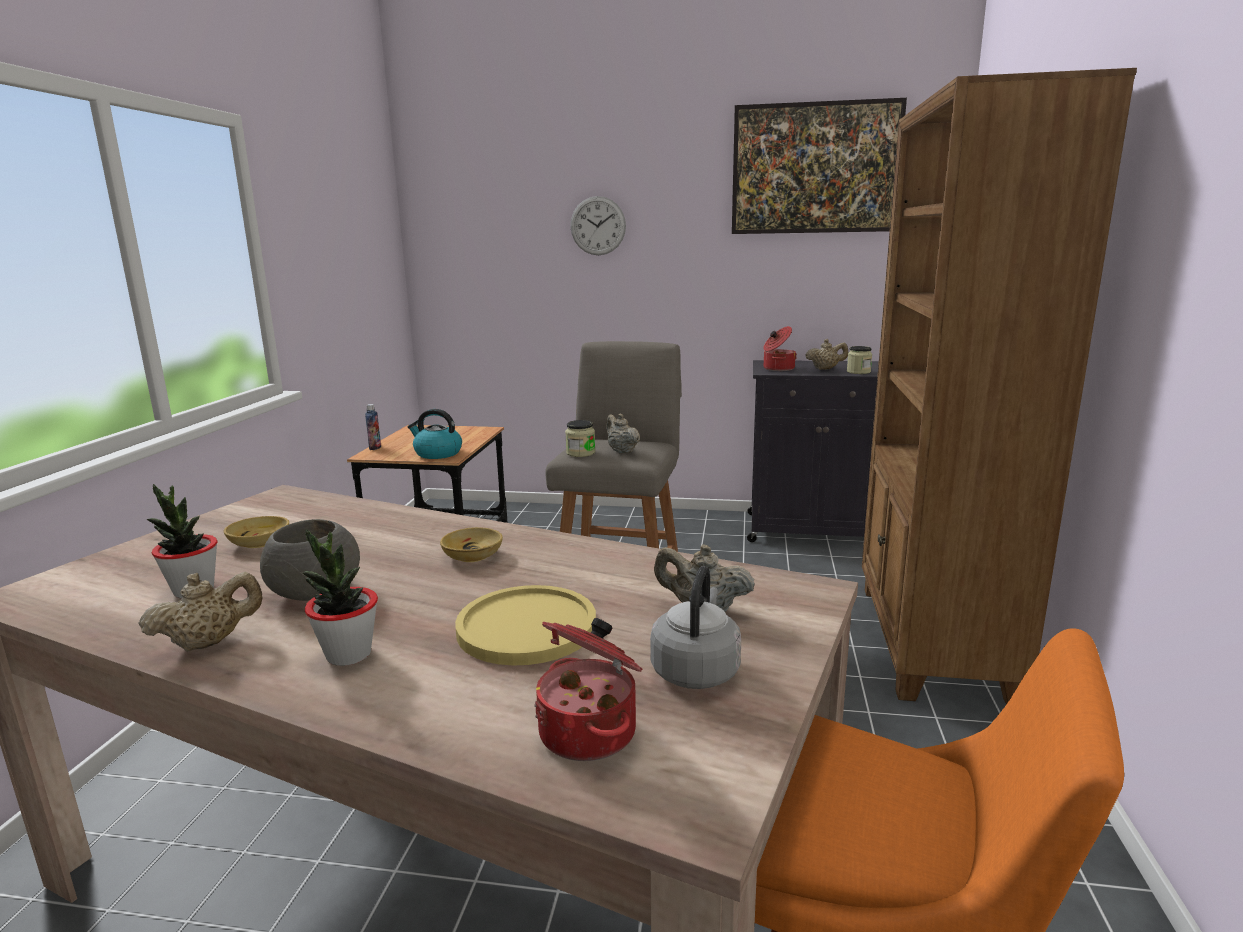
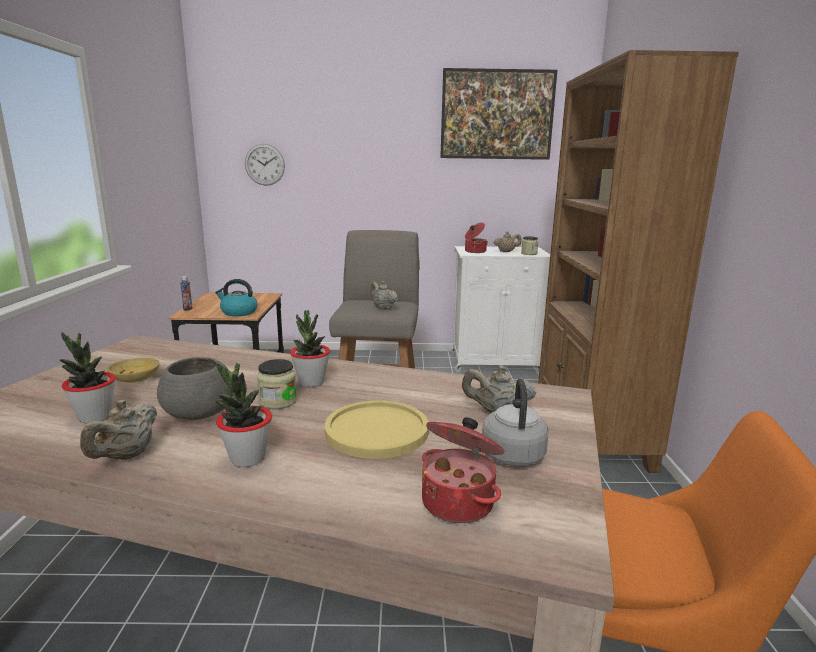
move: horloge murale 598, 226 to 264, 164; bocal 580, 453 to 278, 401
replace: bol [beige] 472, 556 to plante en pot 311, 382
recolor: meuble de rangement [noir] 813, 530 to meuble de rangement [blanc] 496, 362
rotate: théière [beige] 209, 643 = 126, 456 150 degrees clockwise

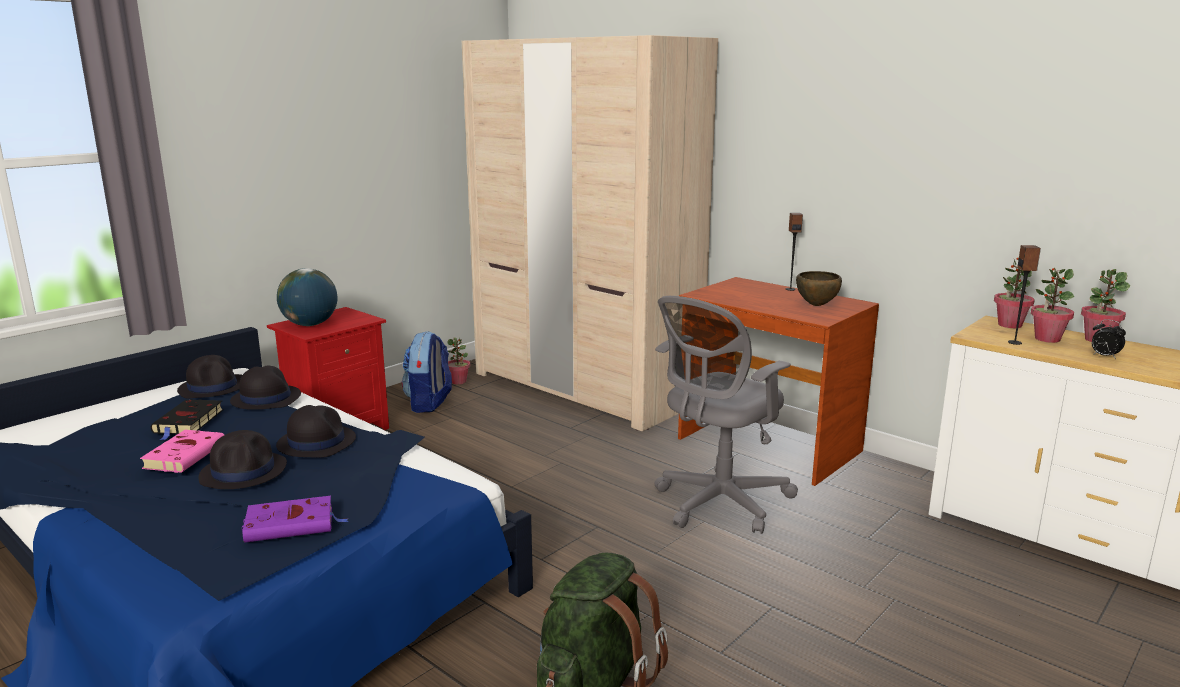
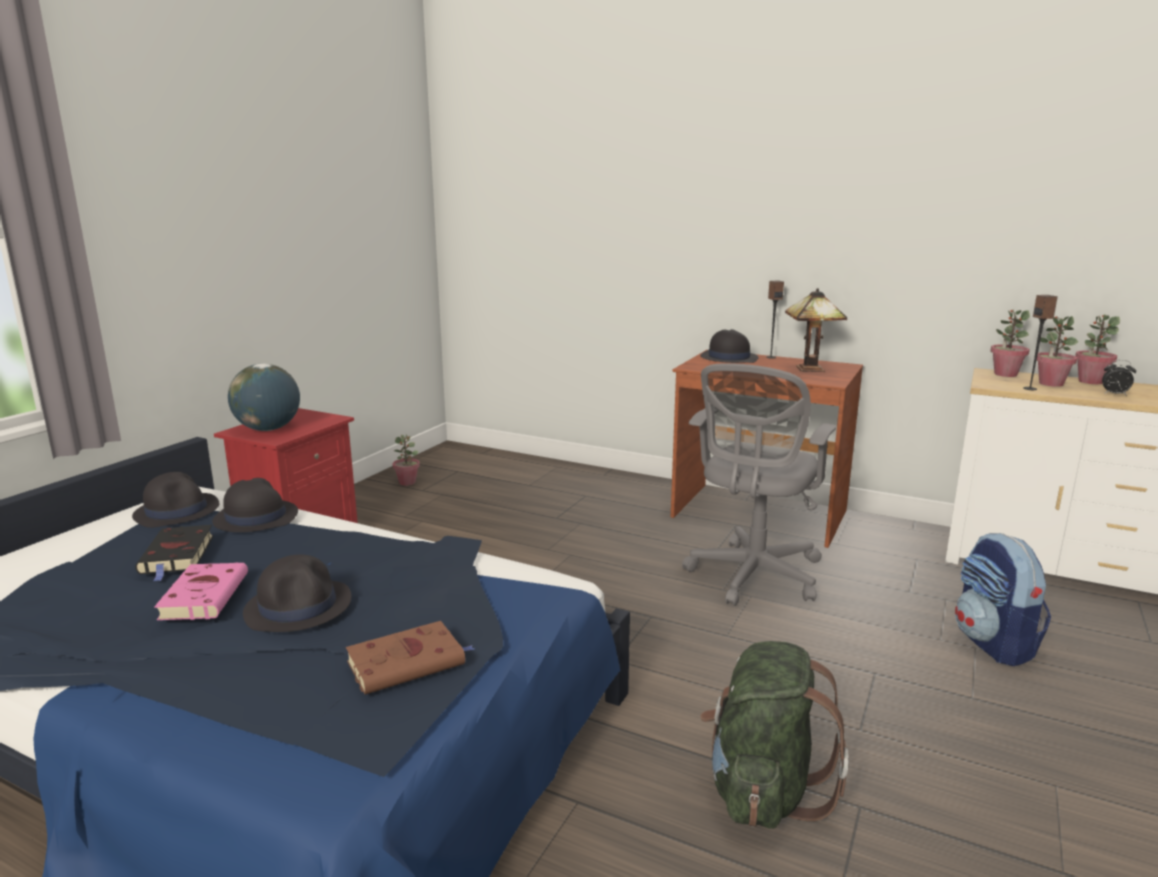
delete: armoire [beige] 583, 388
move: sac à dos 429, 404 to 993, 644; chapeau [noir] 316, 442 to 728, 358
replace: bol [marron] 817, 305 to lampe de table 812, 369
recolor: livre [violet] 292, 524 to livre [marron] 409, 662

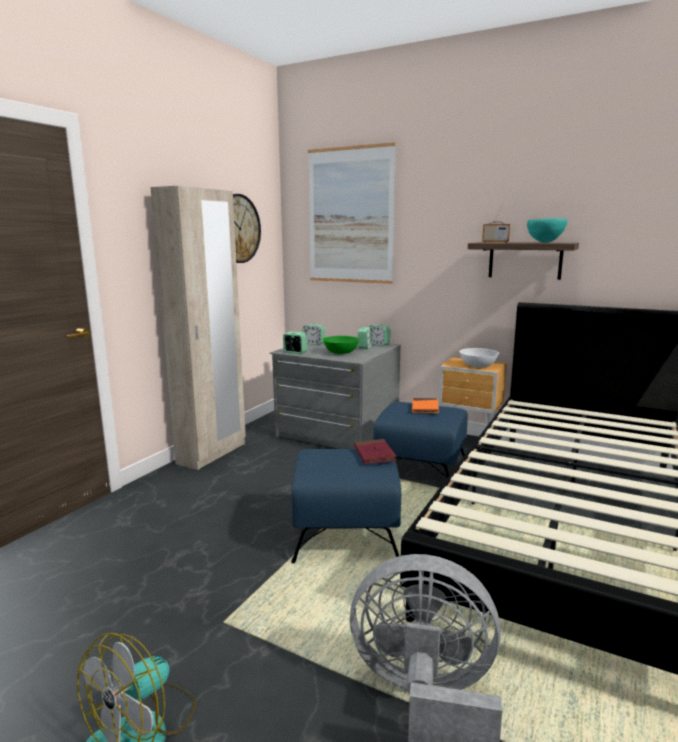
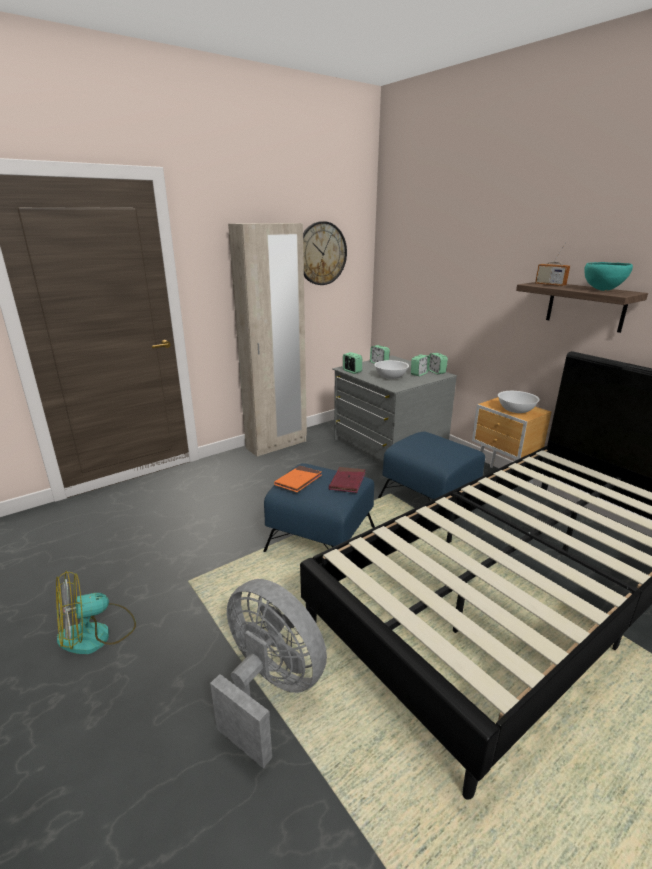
delete: tableau 350, 216
move: livre [orange] 425, 408 to 298, 481
recolor: bol [vert] 340, 352 to bol [blanc] 390, 377

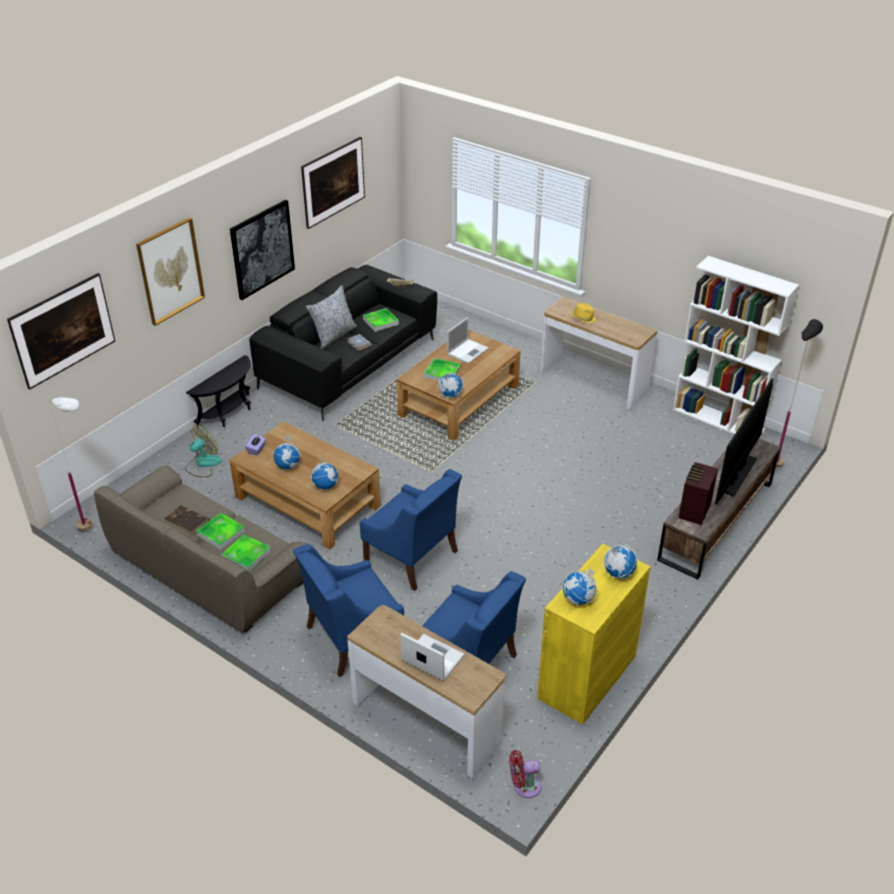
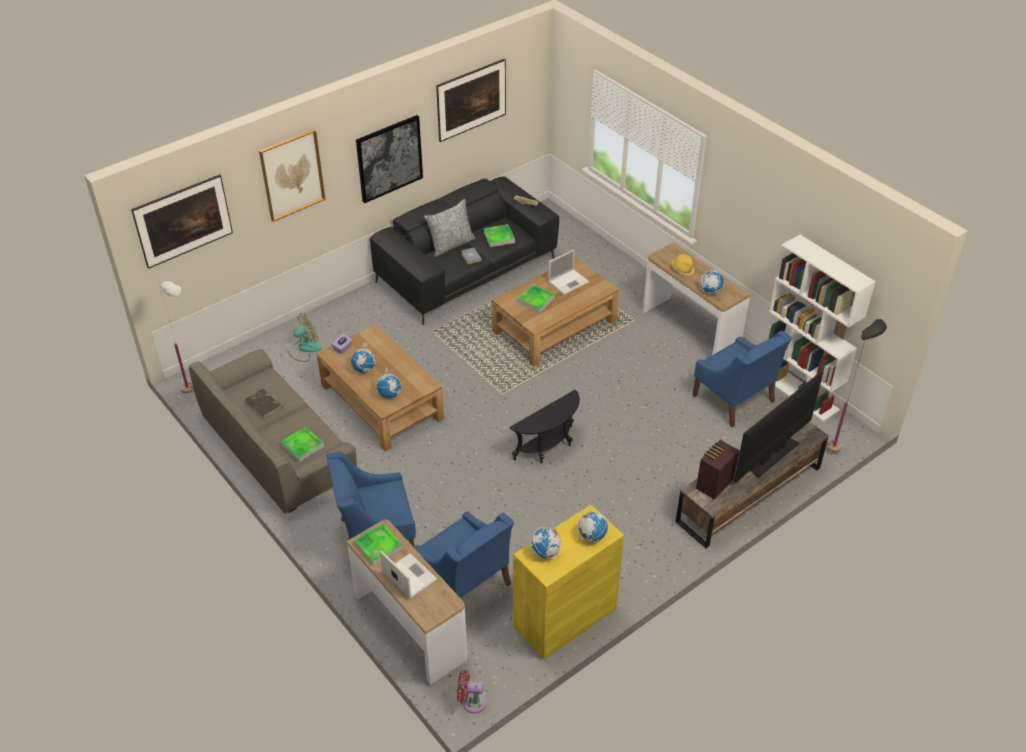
move: table d'appoint [noir] 229, 414 to 548, 447; globe 450, 395 to 710, 291; fauteuil [bleu] 411, 557 to 734, 399; plateau 221, 533 to 378, 546

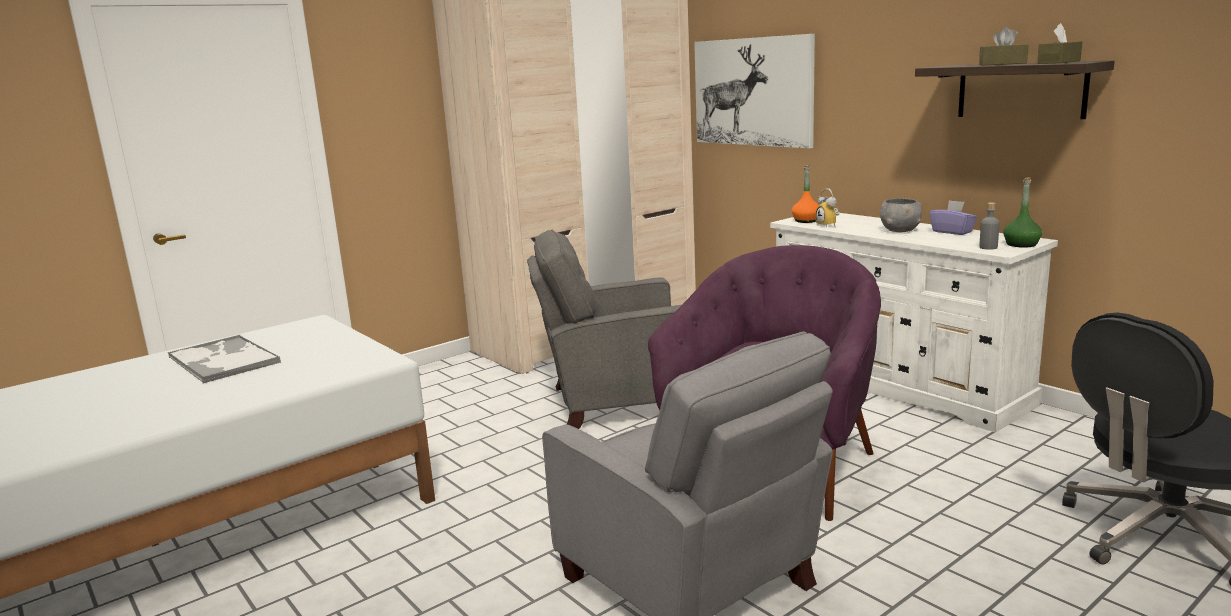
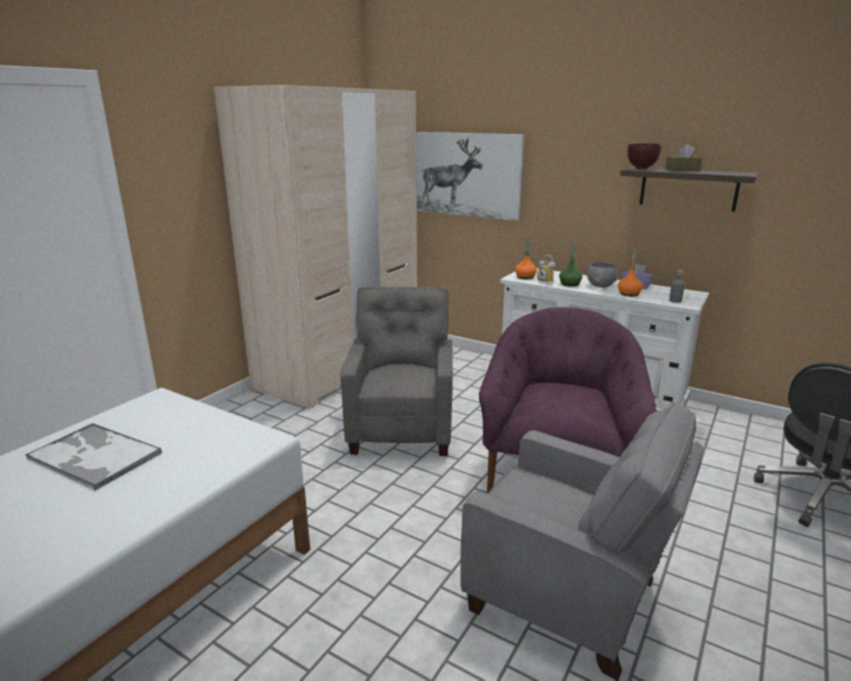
delete: boîte à mouchoirs [marron] 1058, 62
insert: bol [marron] 642, 169; bouteille [orange] 629, 294
move: bouteille [vert] 1021, 244 to 569, 284
rotate: fauteuil [gris] 615, 401 = 402, 428 120 degrees clockwise

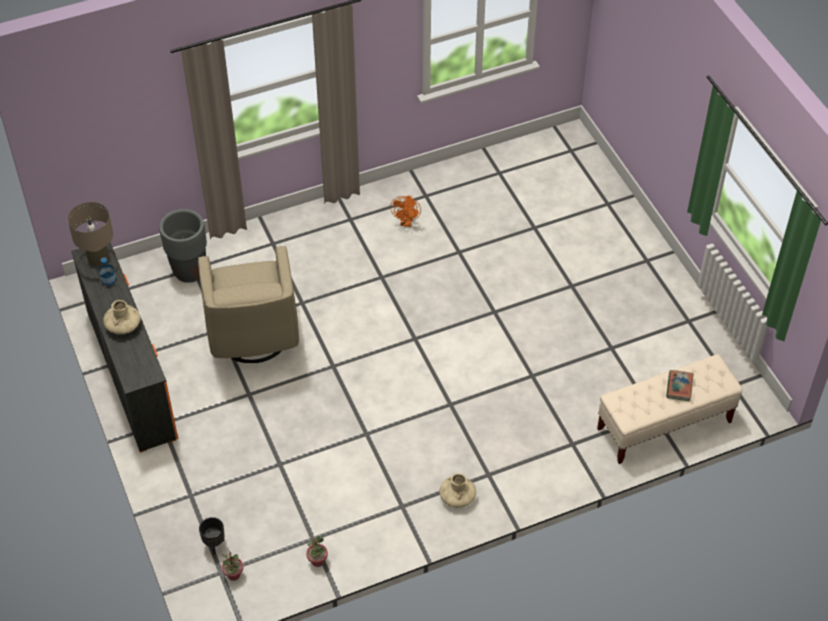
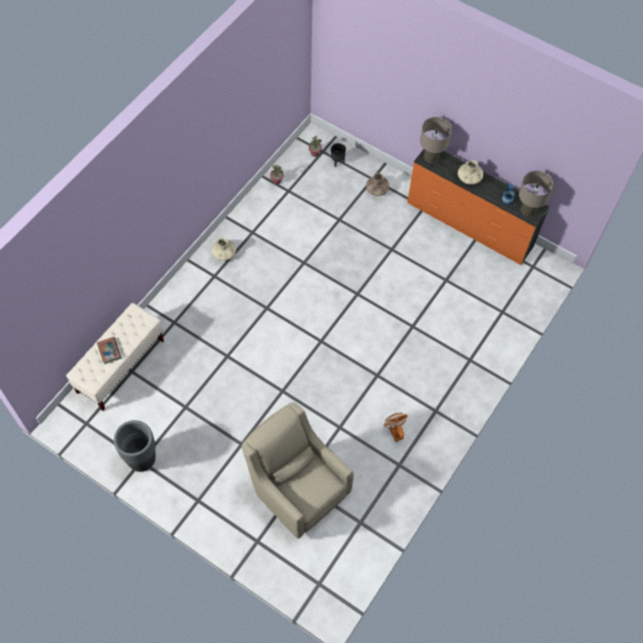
insert: lampe de table [beige] 431, 157; vase [marron] 377, 189
move: cache-pot [gris] 189, 271 to 141, 459; fauteuil [beige] 253, 337 to 297, 488

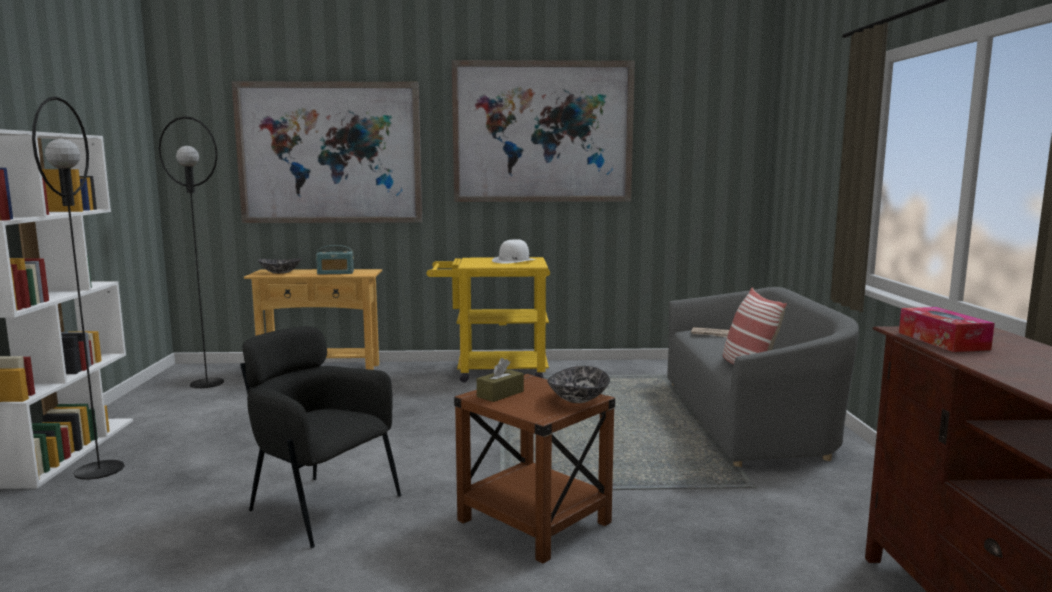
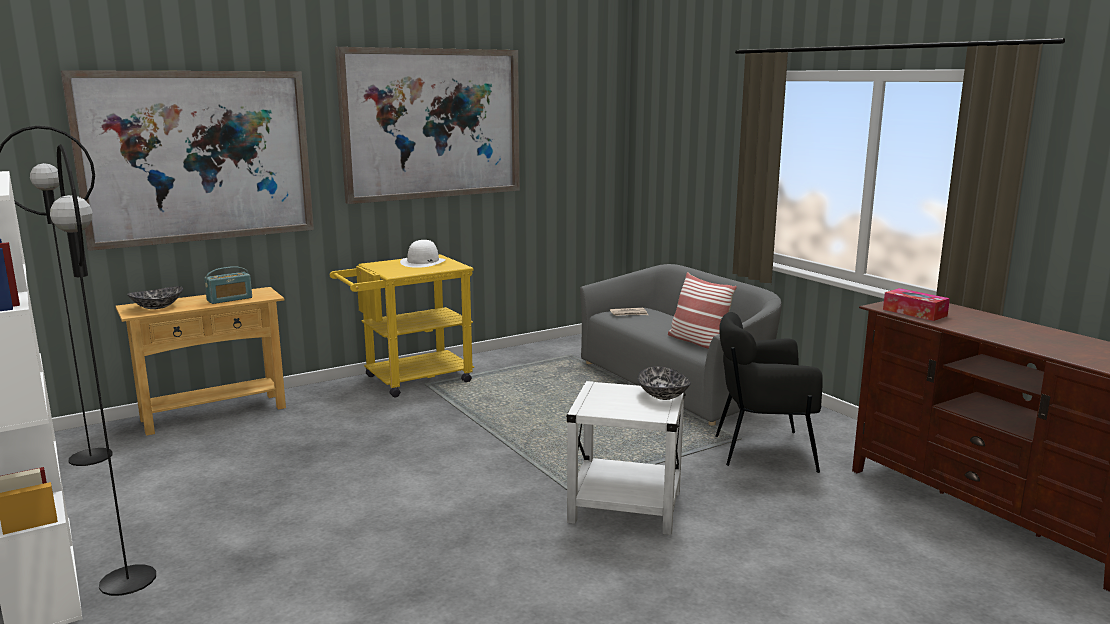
delete: boîte à mouchoirs [marron] 500, 394
move: fauteuil [noir] 320, 506 to 763, 451
recolor: table d'appoint [marron] 535, 523 to table d'appoint [blanc] 626, 507

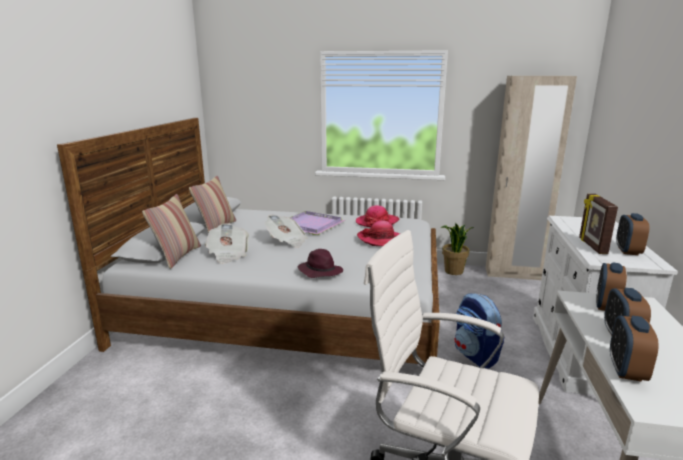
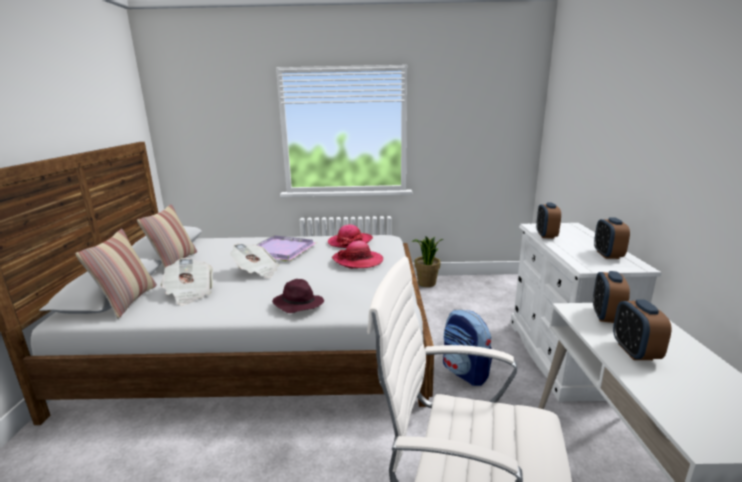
delete: armoire [beige] 514, 274; cadre photo 591, 246
move: réveil 626, 370 to 546, 235

